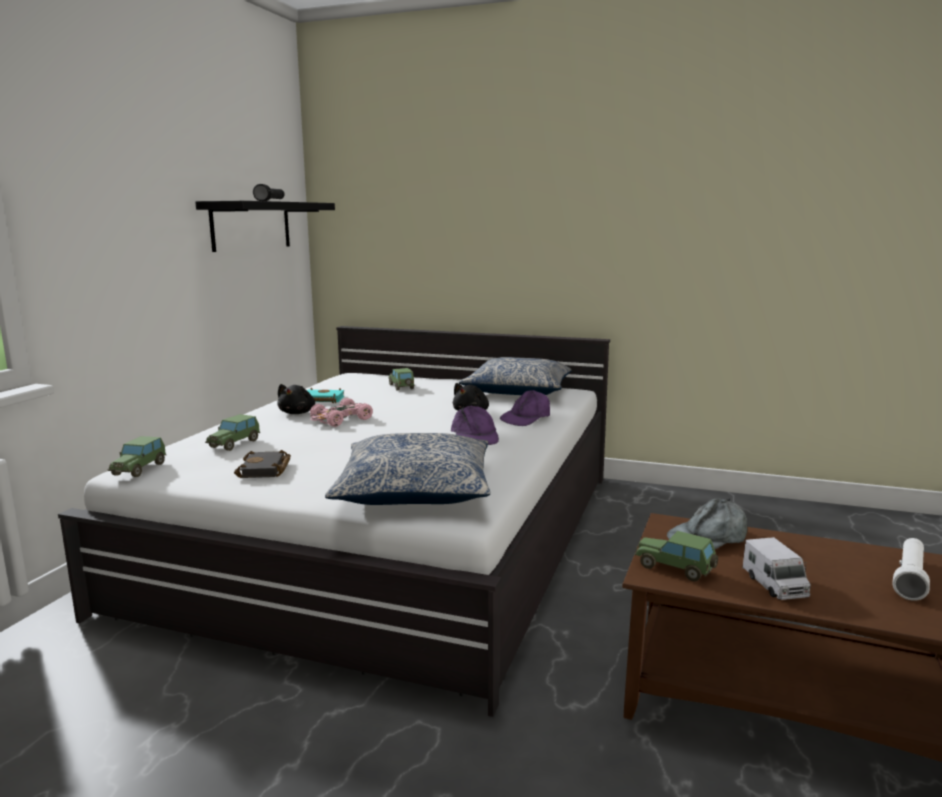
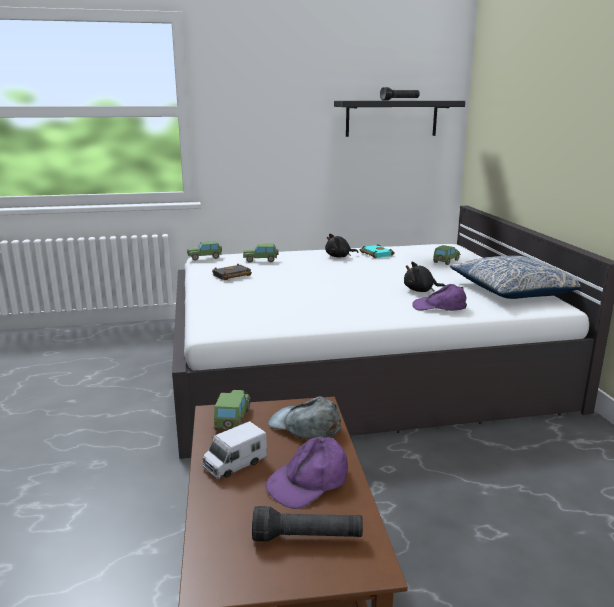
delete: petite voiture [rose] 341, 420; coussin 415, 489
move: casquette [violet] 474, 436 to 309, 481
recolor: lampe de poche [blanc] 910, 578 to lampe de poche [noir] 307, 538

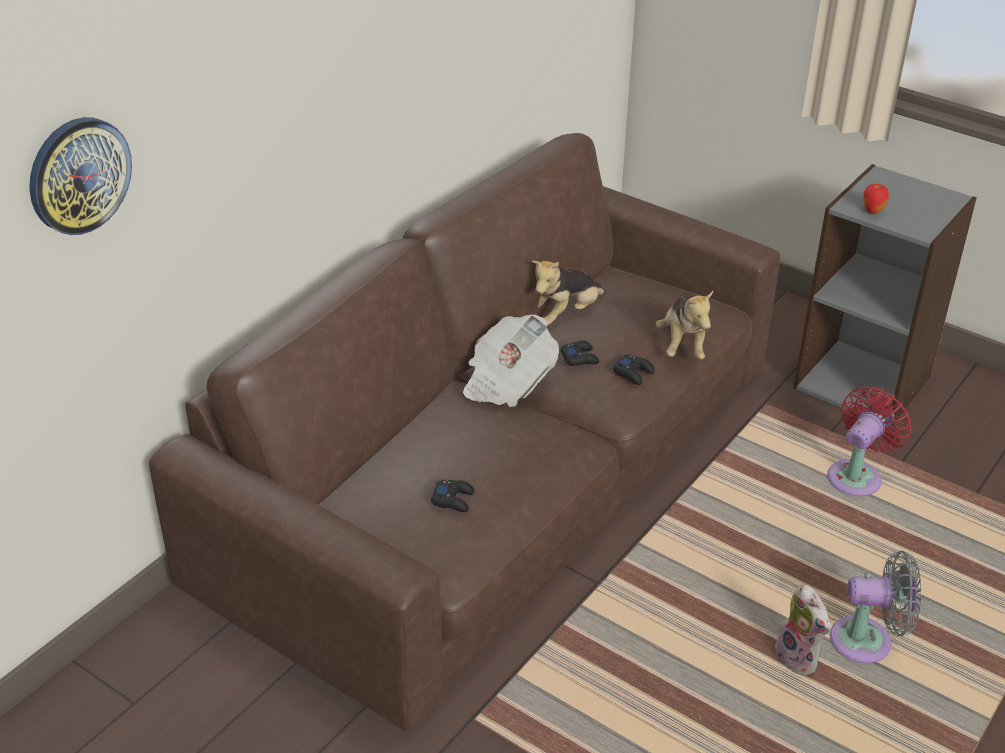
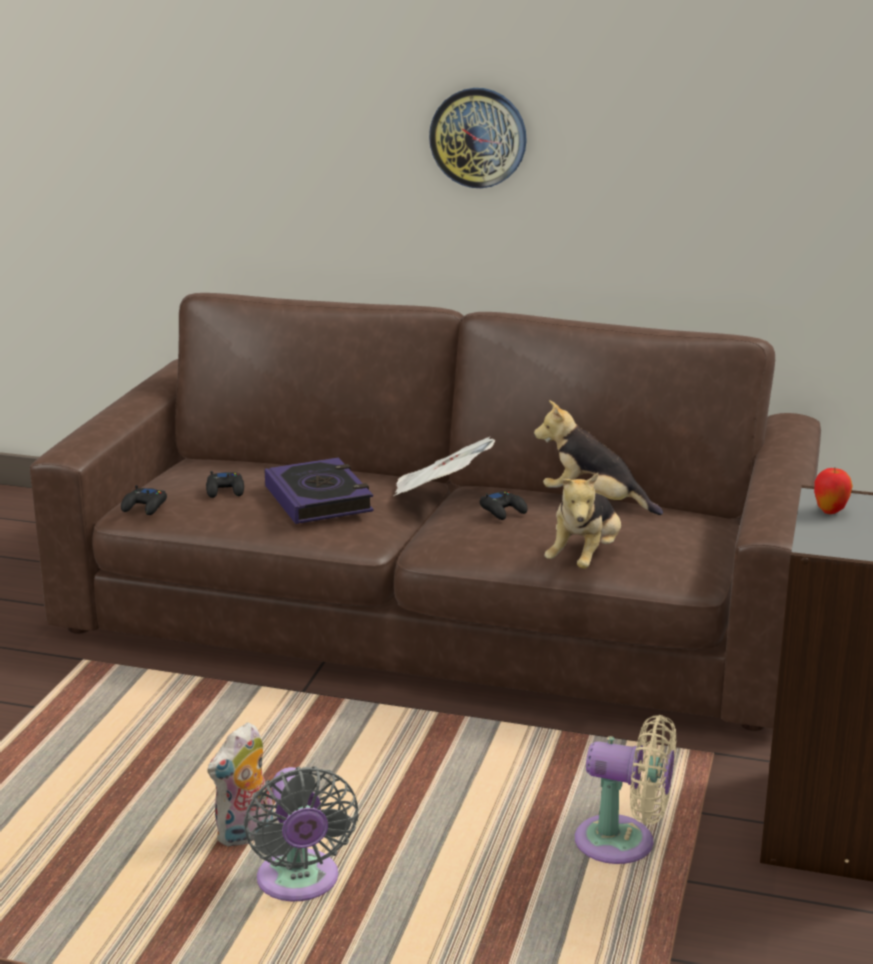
insert: livre 319, 499
move: horloge murale 79, 175 to 478, 137; manette [noir] 633, 373 to 145, 507
recolor: ventilateur [rouge] 857, 476 to ventilateur [beige] 623, 844
rotate: peluche 683, 344 = 585, 558 45 degrees counterclockwise

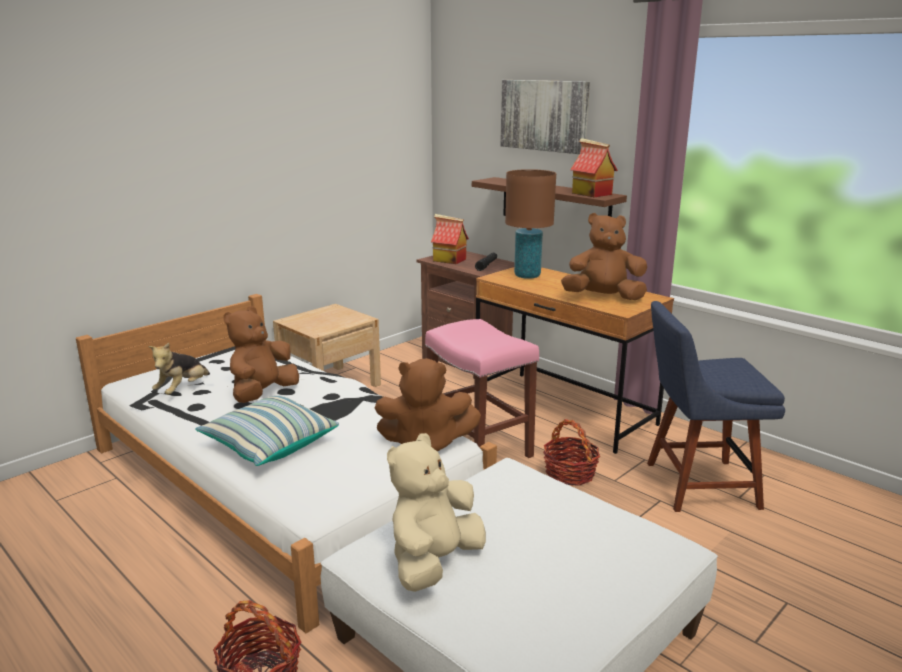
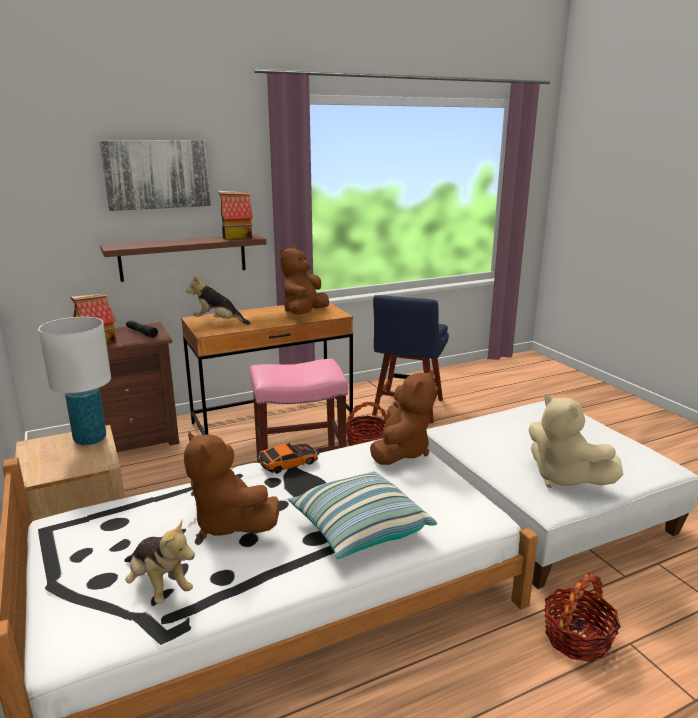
insert: lampe de table [blanc] 90, 439; petite voiture 288, 462
replace: lampe de table [marron] 527, 276 to peluche 218, 322

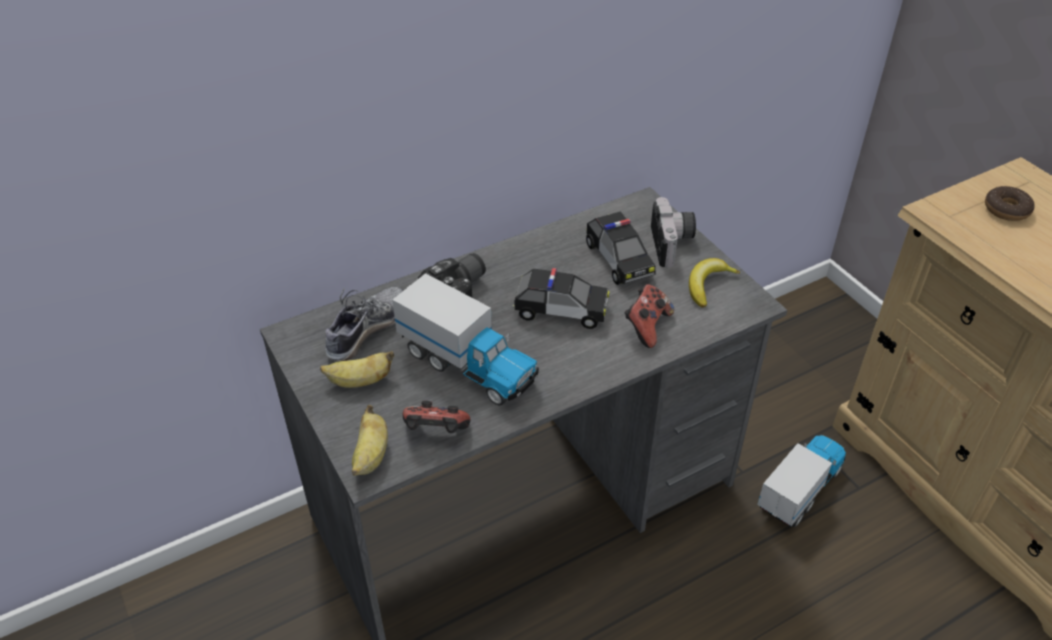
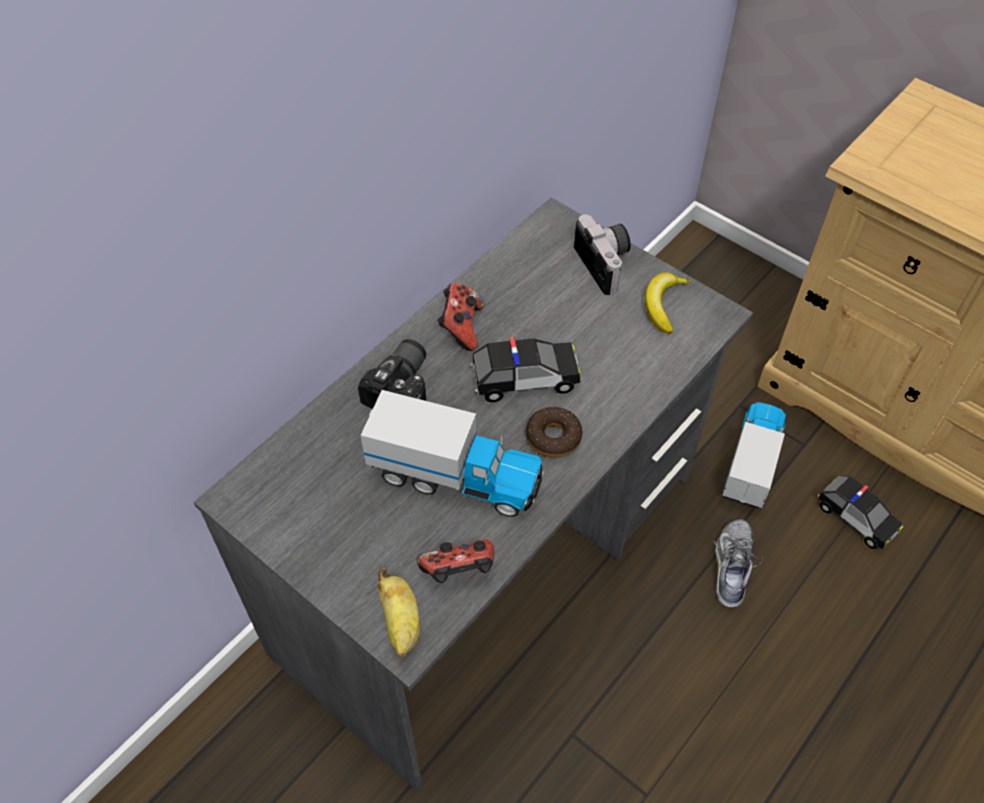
delete: banane 359, 381
move: beignet 1006, 209 to 553, 437; petite voiture 618, 259 to 855, 517; manette 646, 326 to 461, 327; chaussure 366, 330 to 732, 566

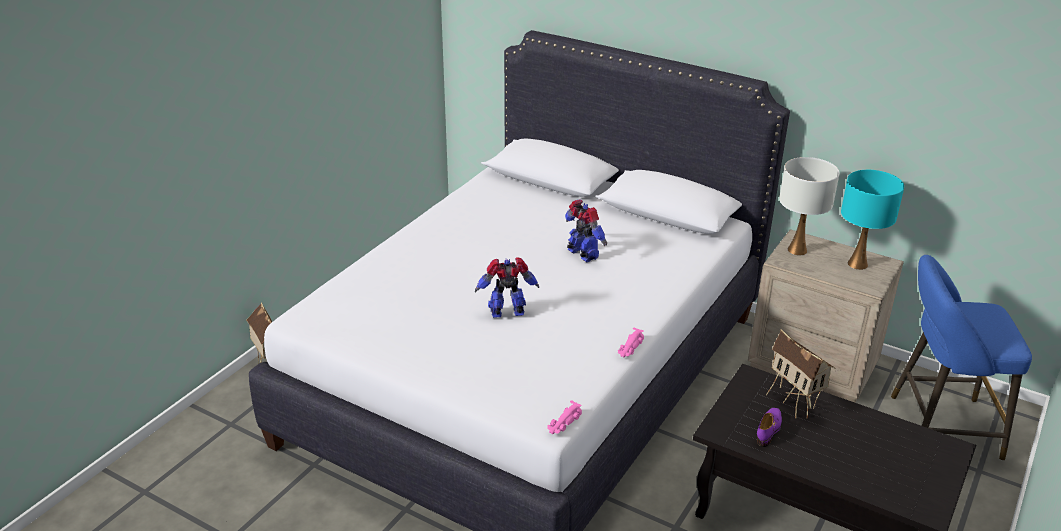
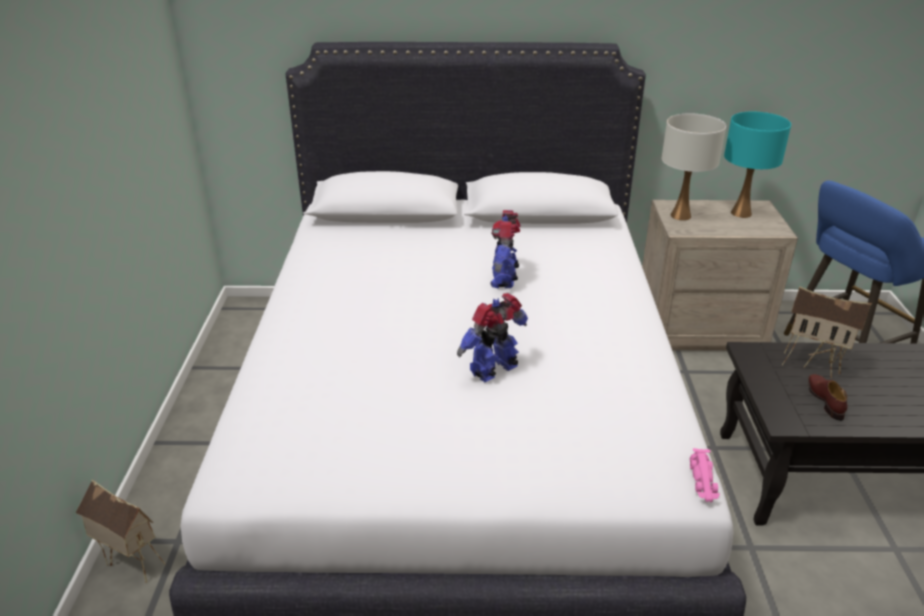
delete: petite voiture [rose] 630, 348
recolor: chaussure [violet] 769, 429 to chaussure [marron] 825, 400
rotate: robot jouet 582, 254 = 504, 279 105 degrees counterclockwise

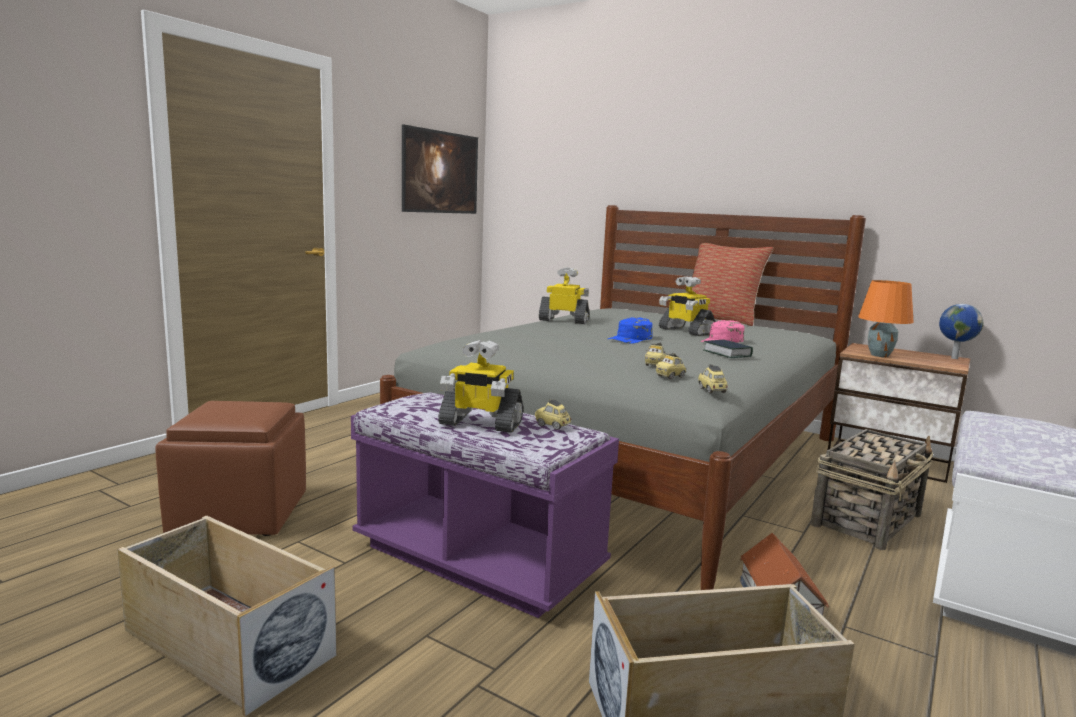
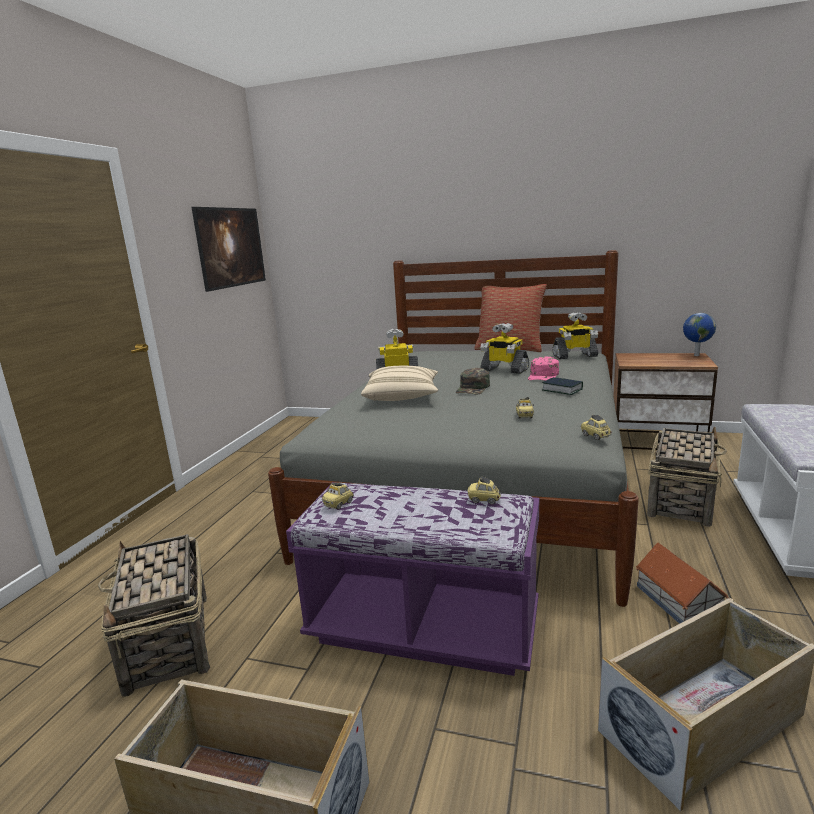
delete: lampe de table [orange] 879, 355
insert: coussin [beige] 402, 397
move: robot jouet 480, 423 to 574, 356; petite voiture 670, 376 to 339, 504
replace: pouf [marron] 241, 514 to panier 168, 643
recolor: casquette [bleu] 630, 339 to casquette [vert] 473, 388

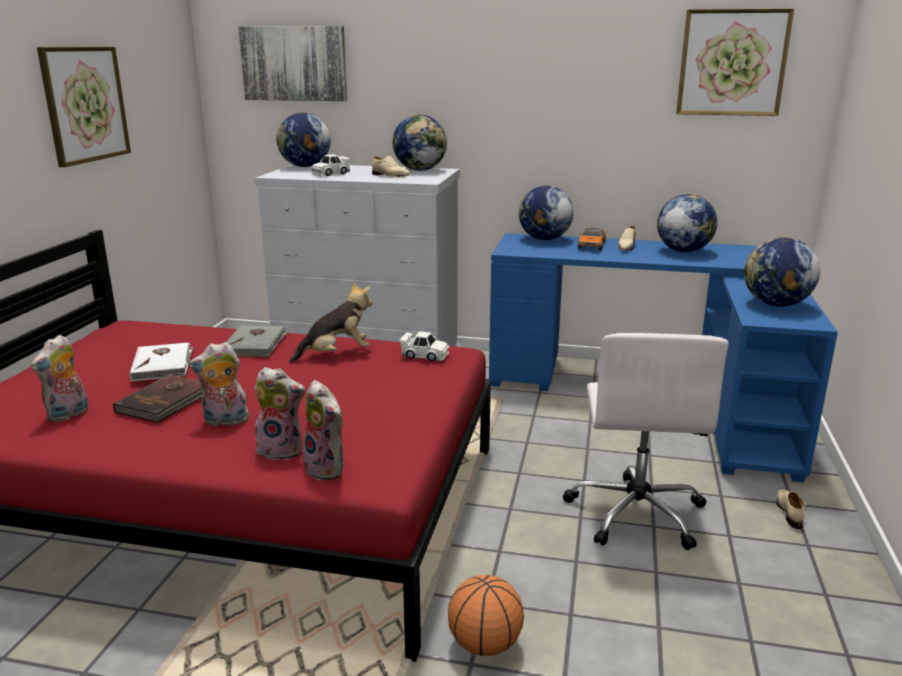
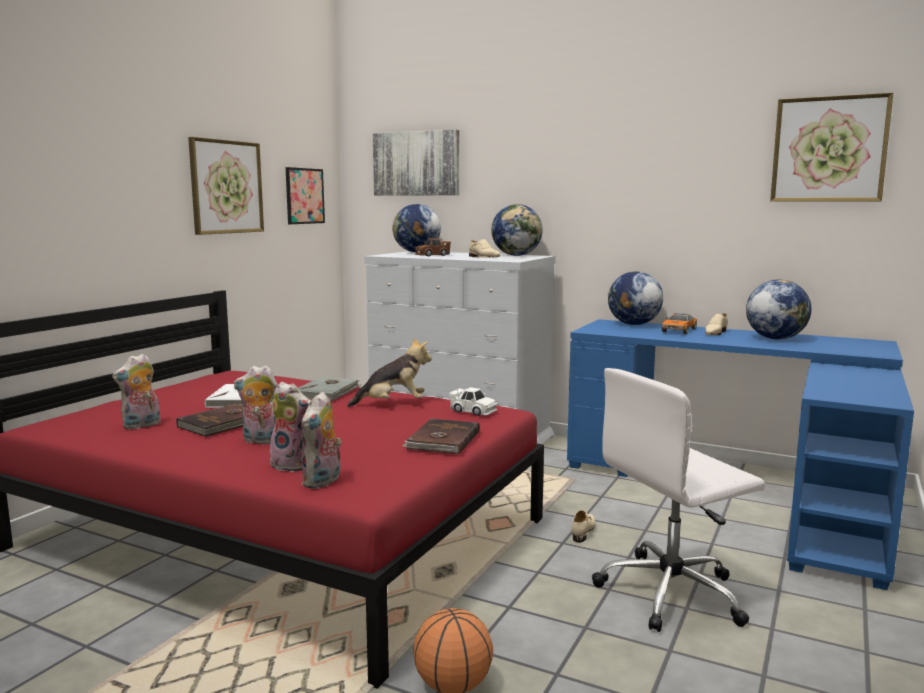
delete: globe 775, 304
insert: tableau 304, 196; livre [marron] 442, 440
move: chaussure [beige] 789, 512 to 583, 531
recolor: petite voiture [blanc] 331, 174 to petite voiture [marron] 432, 255
rotate: chaise de bureau [blanc] 636, 512 = 672, 593 45 degrees clockwise; peluche 328, 469 = 323, 482 45 degrees clockwise

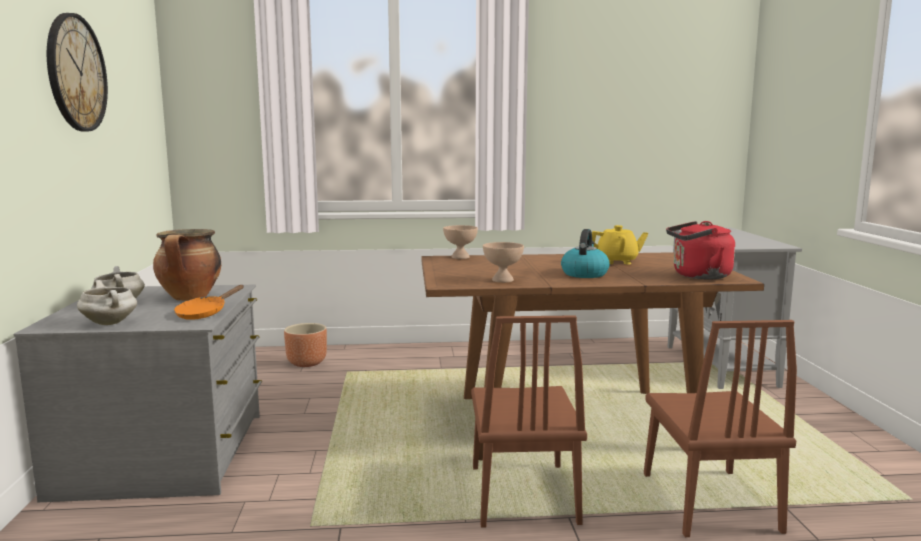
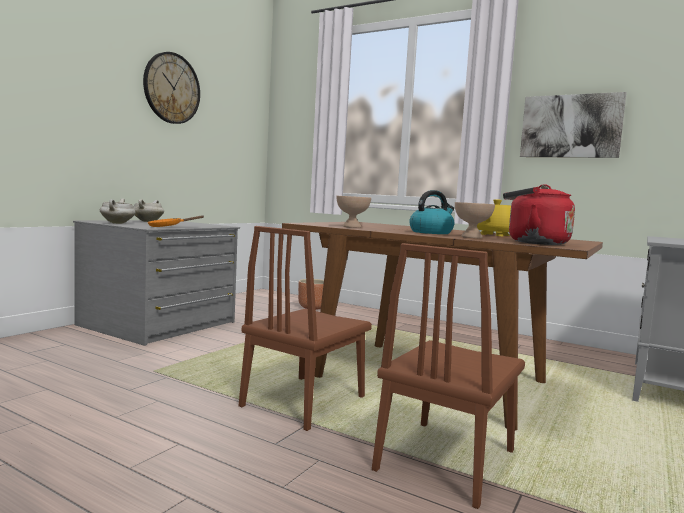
delete: marmite 190, 298
insert: tableau 570, 126
move: bol [beige] 461, 257 to 472, 237

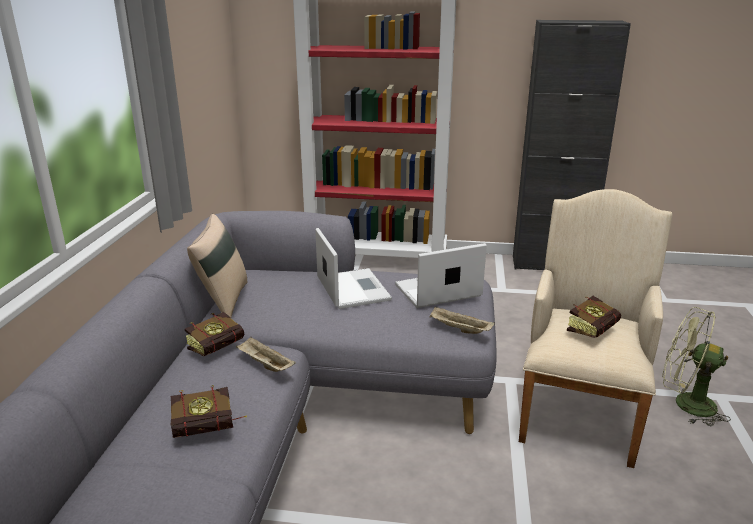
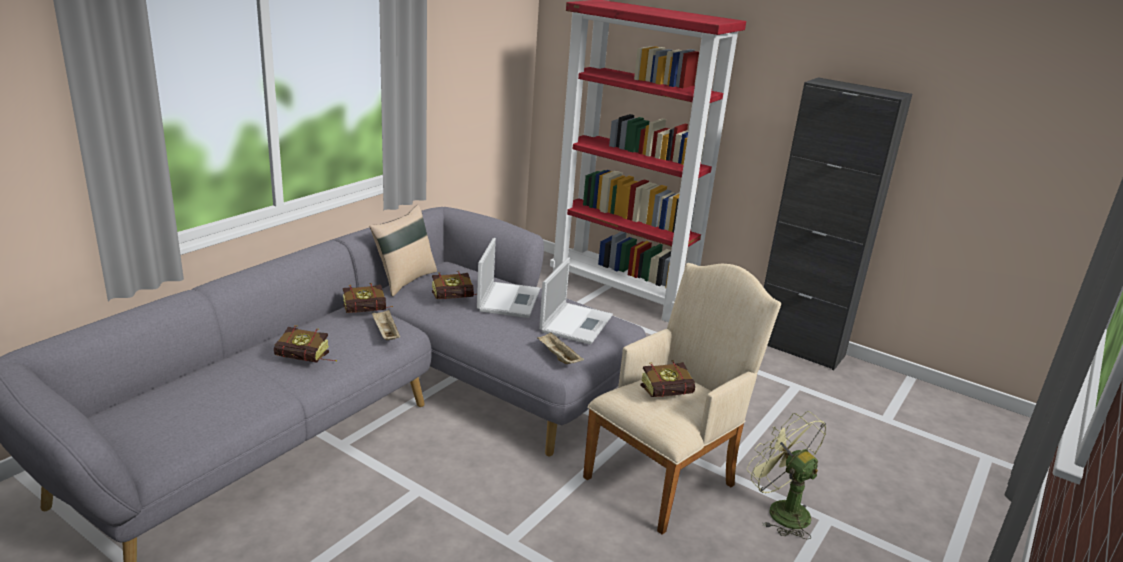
insert: livre 457, 299
rotate: ordinateur portable 436, 291 = 576, 323 105 degrees clockwise

